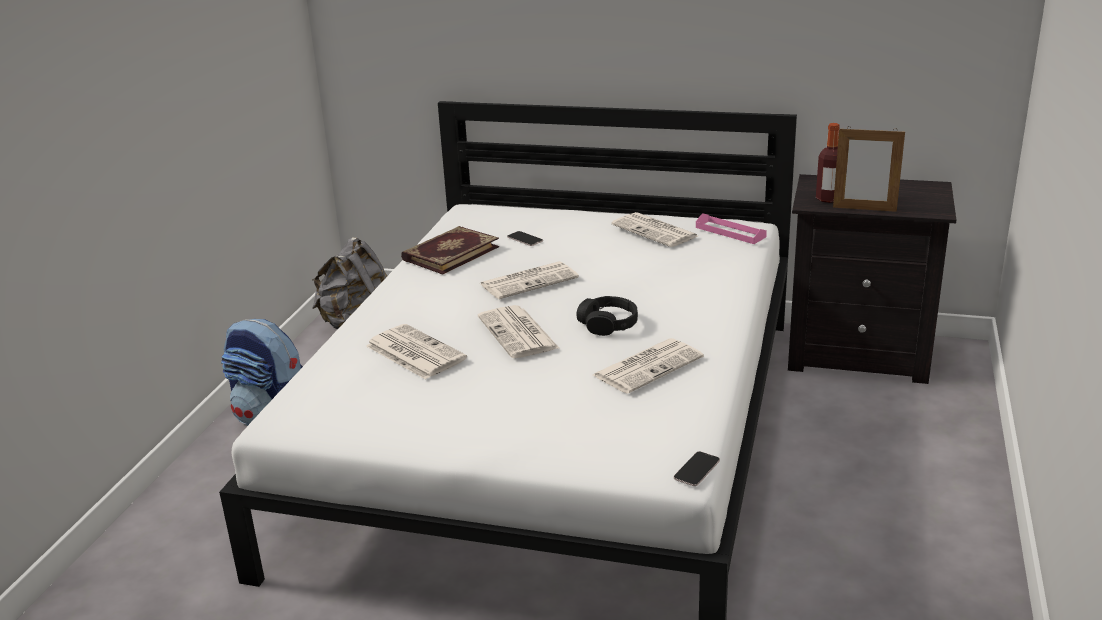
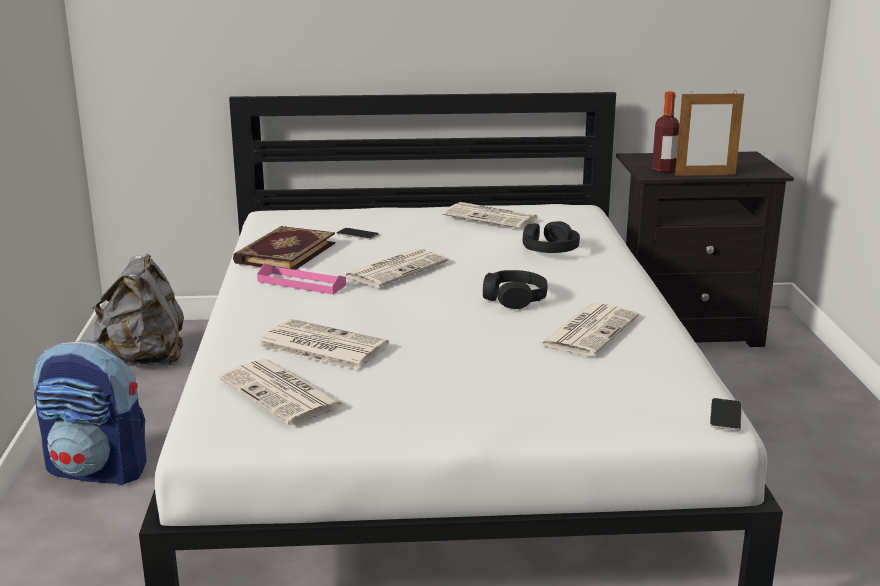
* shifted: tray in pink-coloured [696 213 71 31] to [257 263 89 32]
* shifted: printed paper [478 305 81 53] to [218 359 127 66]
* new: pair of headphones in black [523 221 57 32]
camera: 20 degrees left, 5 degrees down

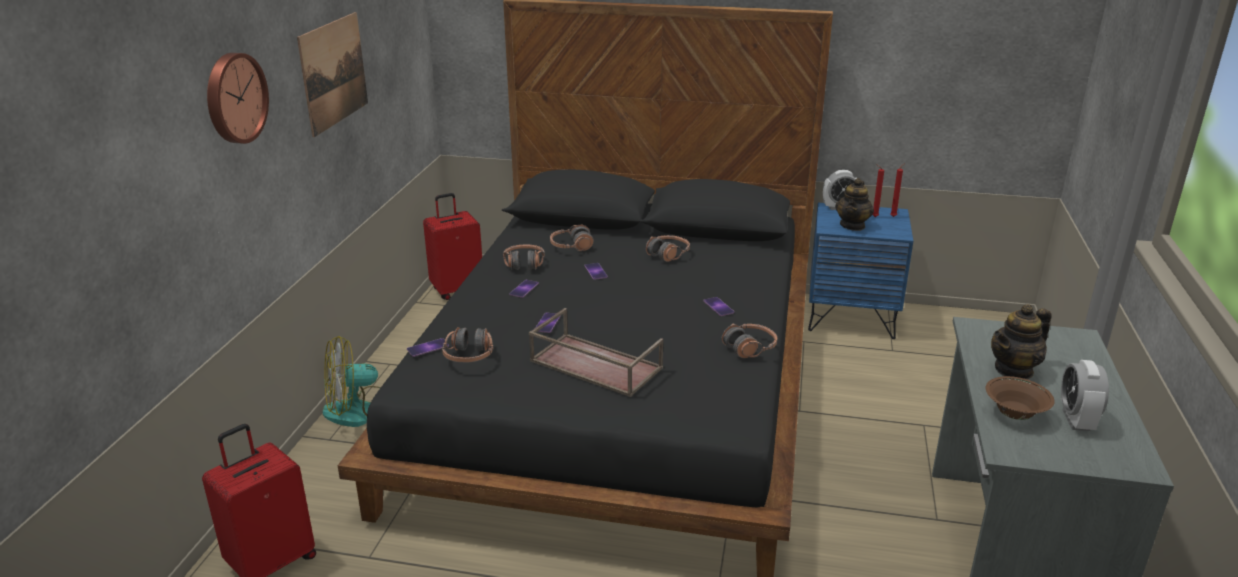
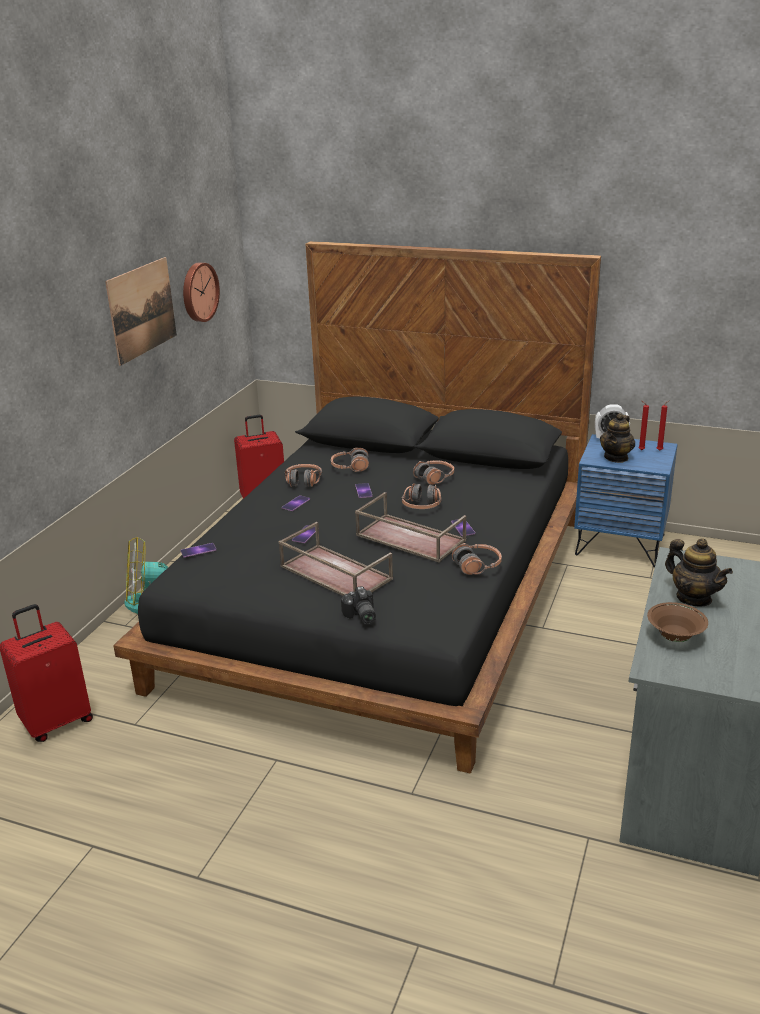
* shifted: clock on the wall [207 53 62 91] to [183 262 37 60]
* rotated: teapot [991 304 60 76] = [665 539 68 67] 105 degrees counterclockwise
* shifted: pair of headphones [441 327 53 35] to [401 483 41 26]
* gone: alarm clock [1061 360 48 71]
* new: tray in brown [355 492 112 70]
* new: photo camera [341 586 35 38]
camera: 10 degrees right, 0 degrees up

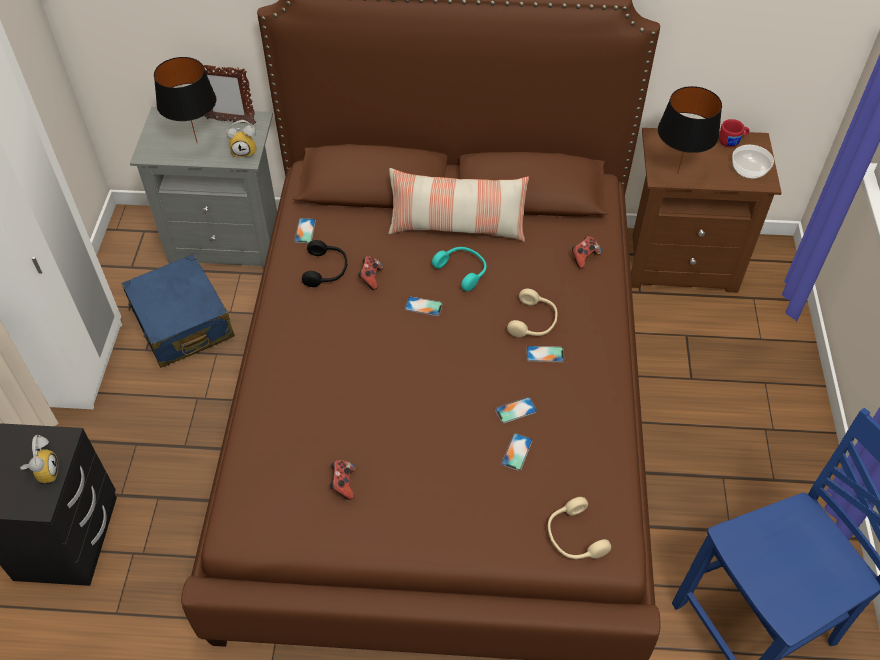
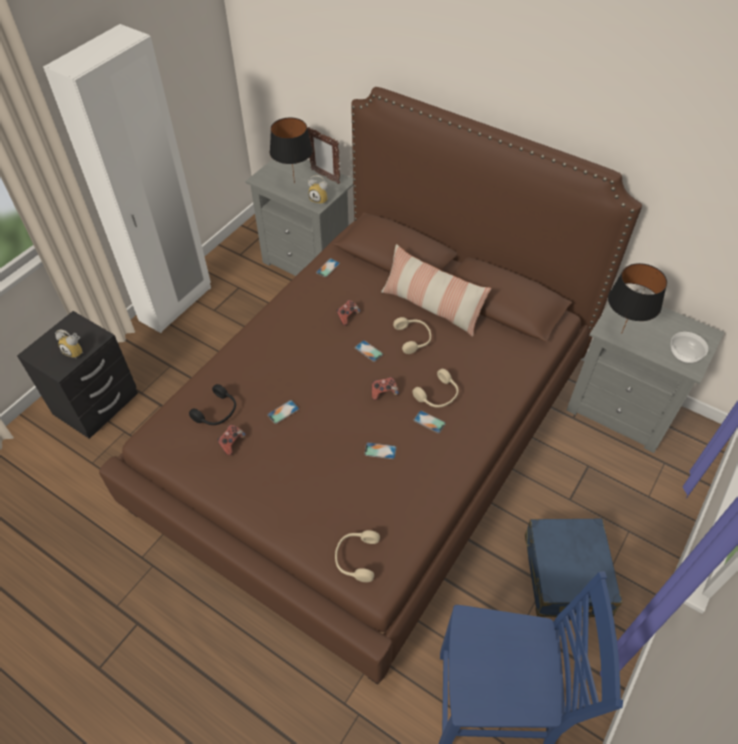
* gone: tea mug in reddish [719 119 31 28]
* repainted: night table in brown [631 128 151 165] to night table in greyish [566 304 158 149]
* shifted: joypad [572 236 30 33] to [372 377 27 23]
* shifted: pair of headphones in black [302 240 46 47] to [189 384 47 41]
* repainted: pair of headphones in blue-green [432 247 55 44] to pair of headphones in sand-coloured [393 317 38 37]
* shifted: travel case in blue [121 254 114 114] to [525 518 97 103]
* shifted: handset [501 433 32 38] to [267 400 32 24]
* rotated: alarm clock [20 435 38 48] = [55 330 29 28] 90 degrees clockwise
camera: 30 degrees right, 0 degrees up

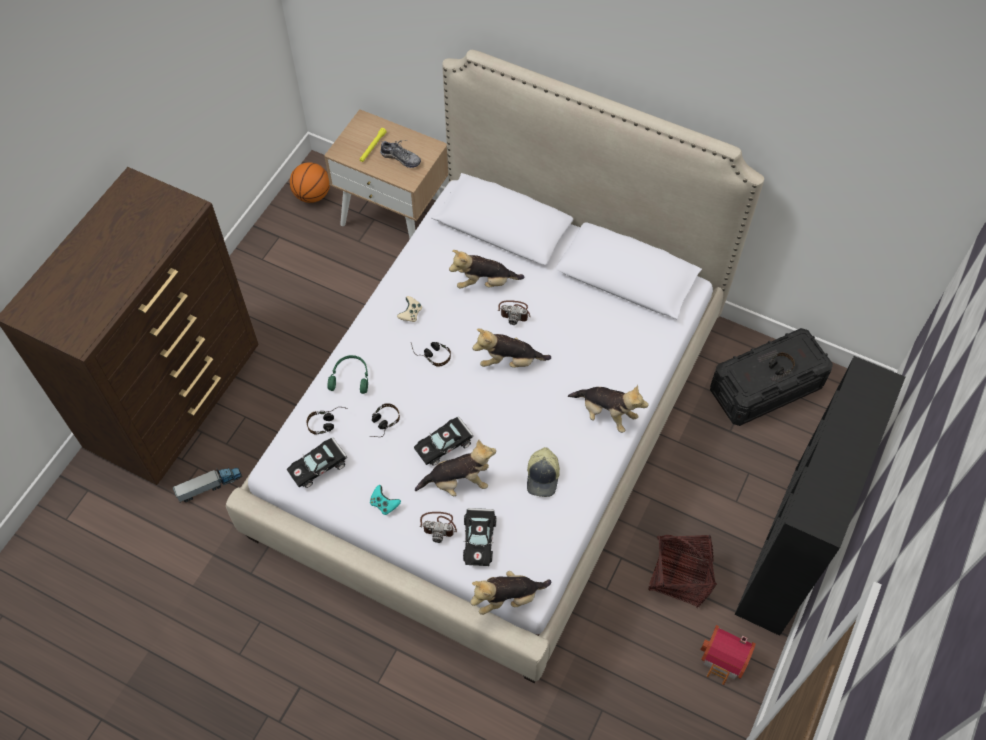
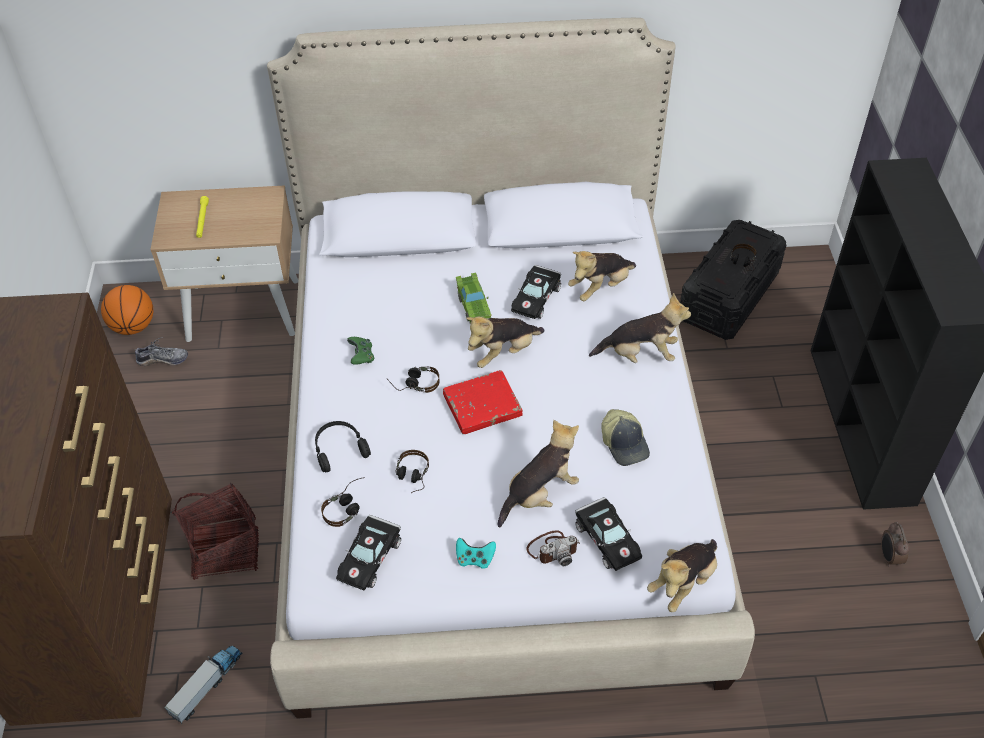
* shifted: item of footwear [380 140 41 28] to [135 337 53 29]
* shifted: cuddly toy [449 250 75 39] to [568 251 68 50]
* repainted: joypad in sand-coloured [397 296 25 26] to joypad in green [347 337 27 28]
* swapped: photo camera [498 300 33 25] to miniature car in green [456 273 36 51]
* repainted: pair of headphones in green [327 355 41 39] to pair of headphones in black [315 421 56 51]
* shifted: miniature car in black [414 416 59 50] to [511 265 50 54]
* shifted: household basket [648 535 69 73] to [172 483 87 97]
* swapped: toy house [700 625 56 60] to alarm clock [881 522 29 45]
* new: bound book in reddish [443 370 80 64]
camera: 30 degrees left, 10 degrees down

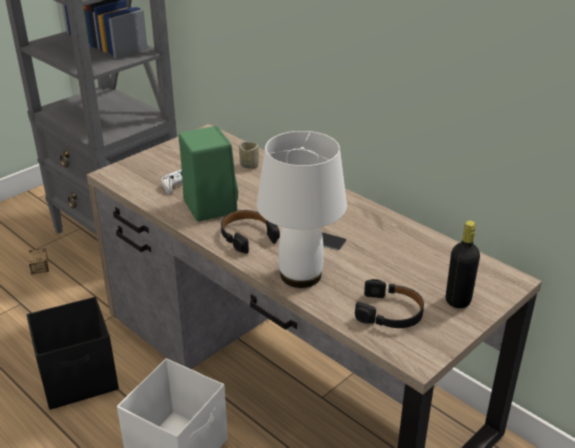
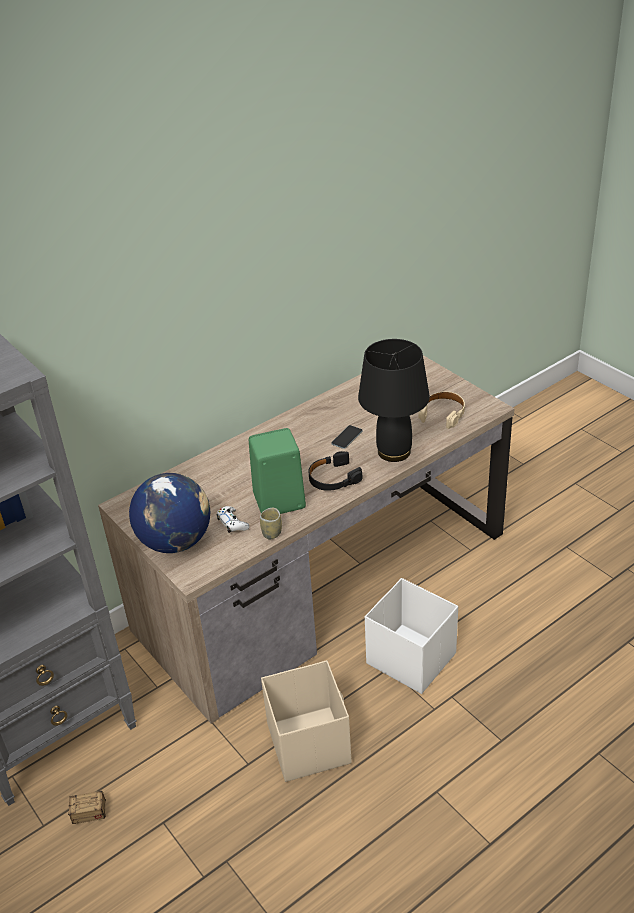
* repainted: tabletop lamp in whitish [257 131 90 157] to tabletop lamp in black [358 339 72 123]
* shifted: drinking cup [239 142 20 27] to [260 508 22 31]
* gone: beverage bottle in black [446 221 34 87]
* repainted: pair of headphones in black [355 279 69 49] to pair of headphones in sand-coloured [418 391 47 38]
* repainted: storage container in black [26 297 93 113] to storage container in sand-coloured [261 660 91 122]
* new: world globe [129 473 81 80]
camera: 80 degrees left, 5 degrees up

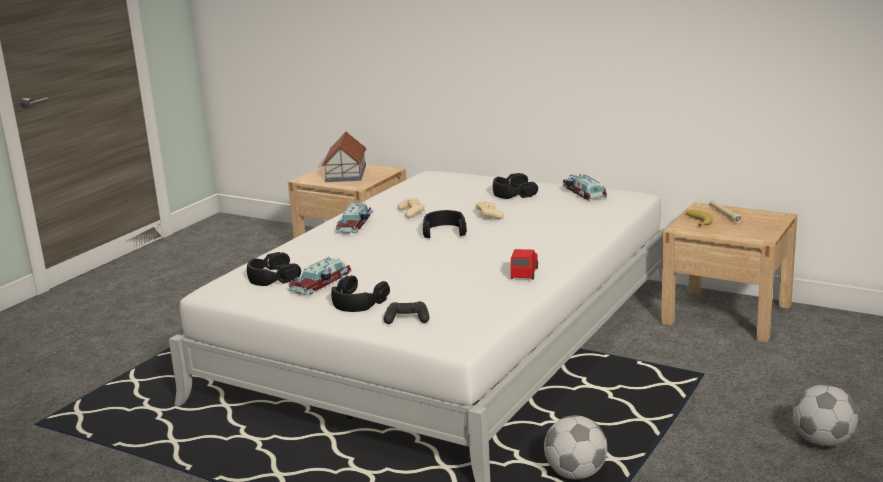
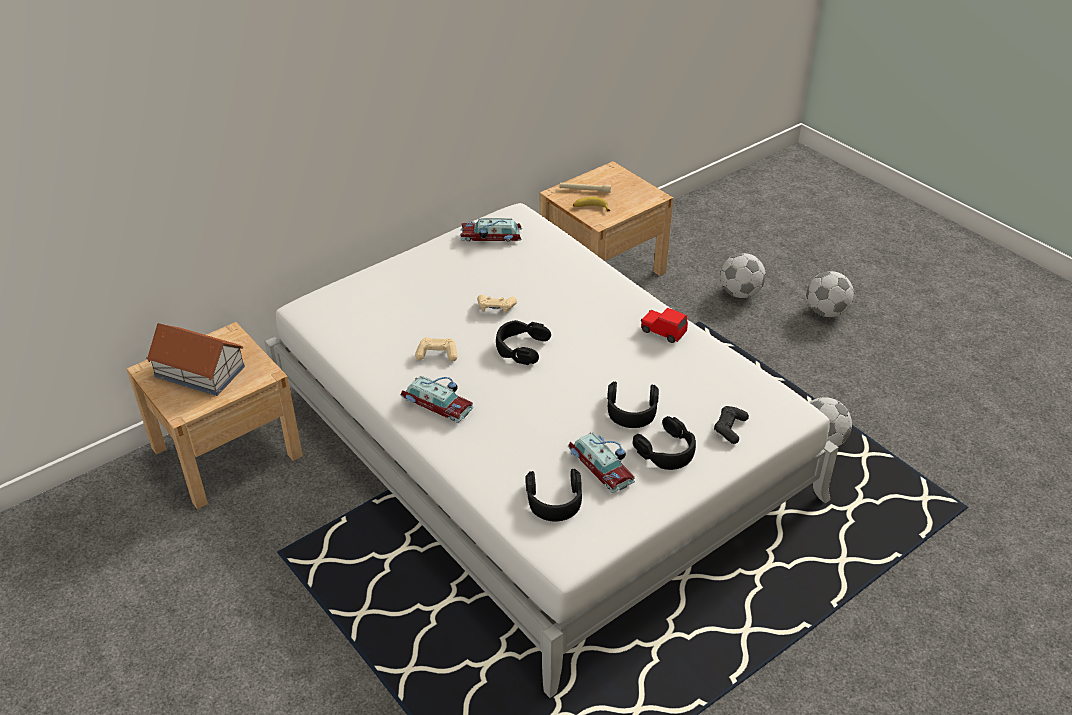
* shifted: pair of headphones in black [493 173 45 26] to [607 382 52 46]
* new: ball for football [720 253 46 45]
camera: 70 degrees left, 20 degrees up

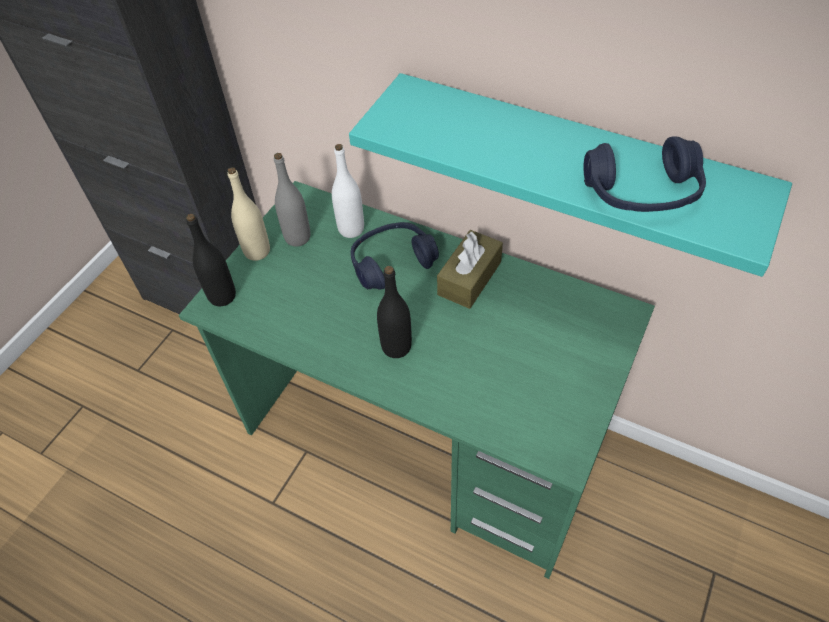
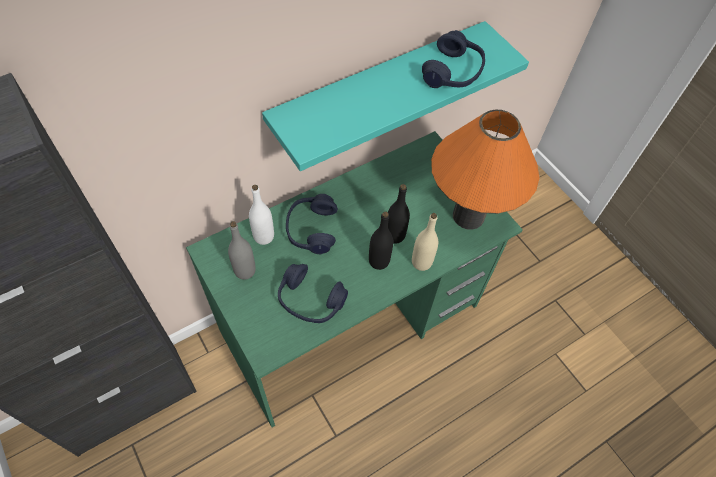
* shifted: beverage bottle in sand-coloured [228 167 42 94] to [412 213 26 58]
* shifted: beverage bottle in black [186 214 50 92] to [388 184 22 60]
* gone: tissue box in brown [437 230 66 79]
* new: tabletop lamp in orange [431 110 108 120]
* new: pair of headphones in blue [278 264 70 59]
camera: 65 degrees left, 5 degrees up

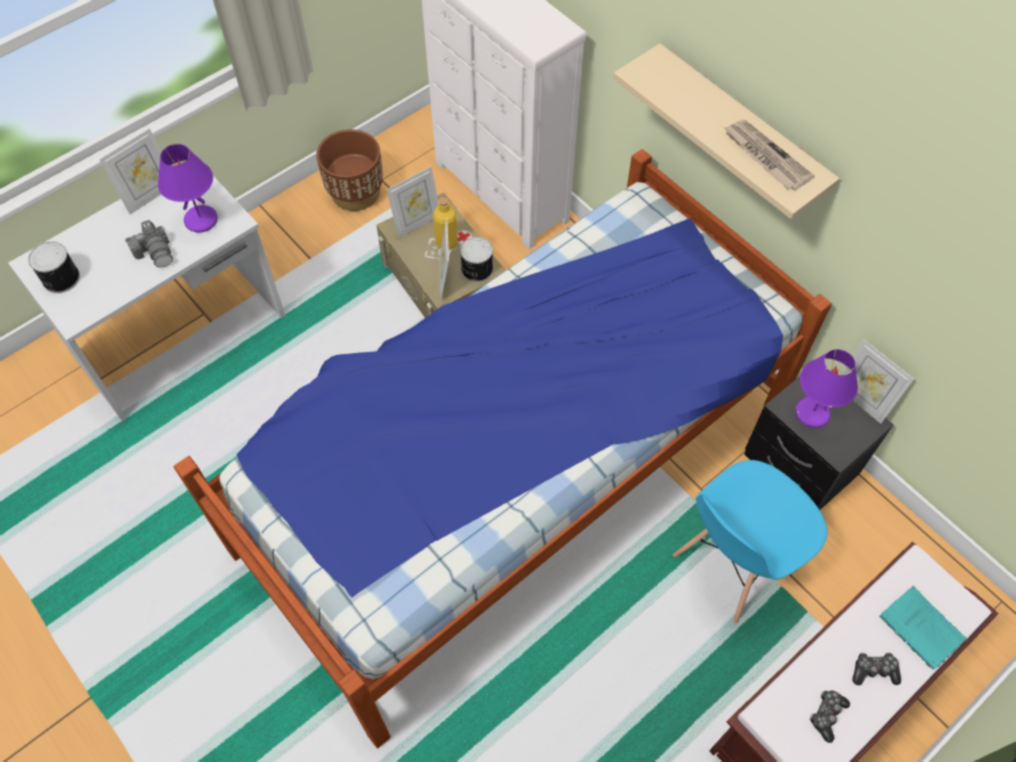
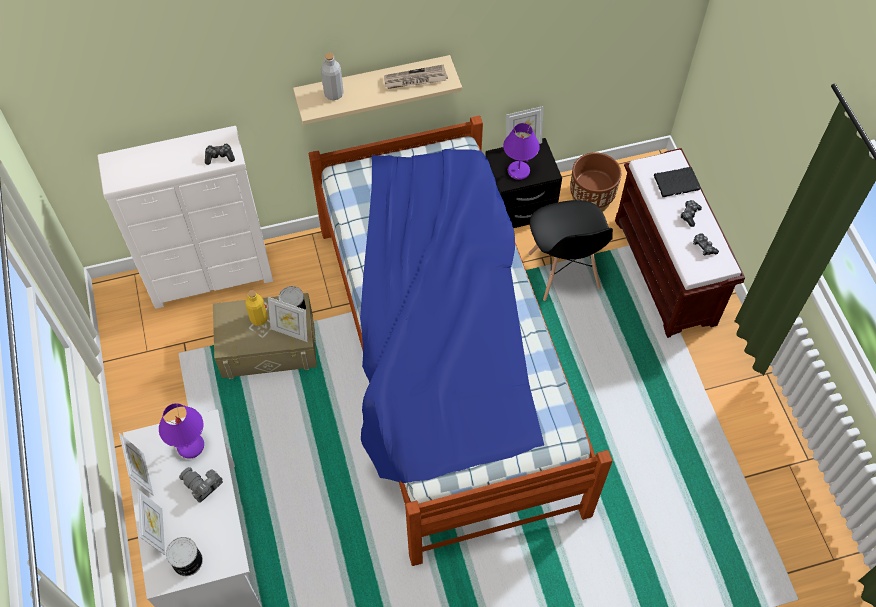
* shifted: flower pot in brown [316 129 67 82] to [570 152 51 60]
* shifted: picture frame [387 167 51 71] to [138 489 27 66]
* rotated: photo camera [125 220 48 48] = [179 467 44 36] 135 degrees counterclockwise
* repainted: plain chair in blue [673 460 154 163] to plain chair in black [528 200 85 101]
* repainted: bound book in blue-green [879 586 88 84] to bound book in black [654 166 47 31]
* new: beverage bottle in greyish [321 53 23 47]
* new: joypad [205 143 30 22]
camera: 65 degrees left, 0 degrees up

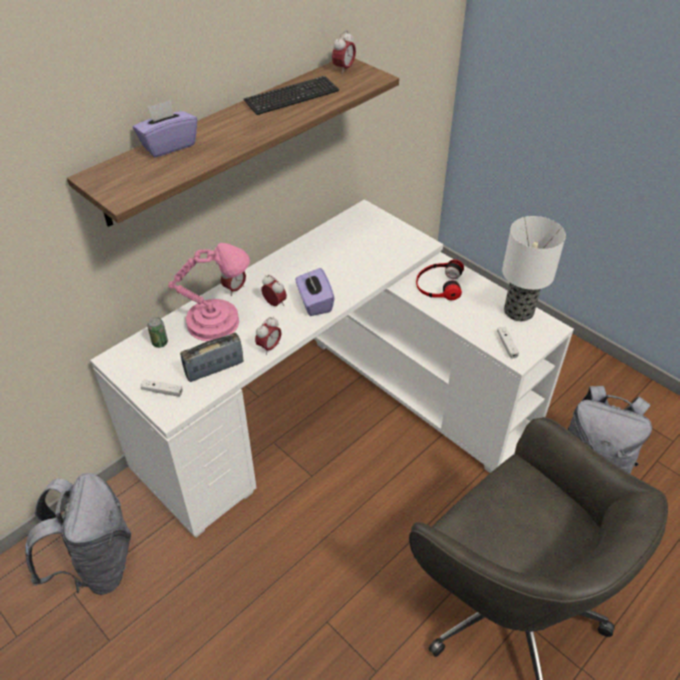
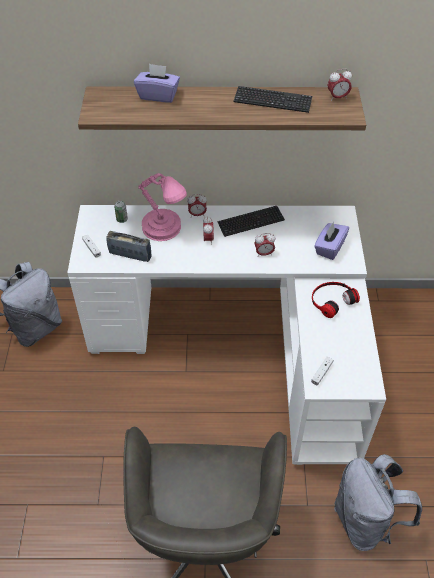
* gone: tabletop lamp [502 216 64 105]
* shifted: tissue box in purplish [295 268 40 48] to [314 222 35 38]
* shifted: alarm clock [255 317 27 38] to [254 233 21 24]
* new: keyboard [217 206 68 31]
camera: 45 degrees right, 5 degrees up

